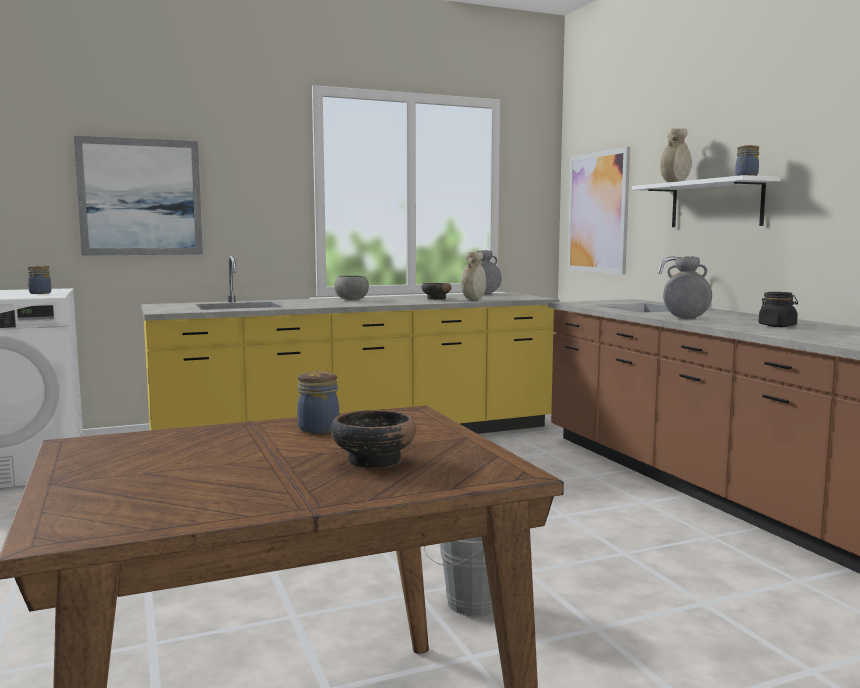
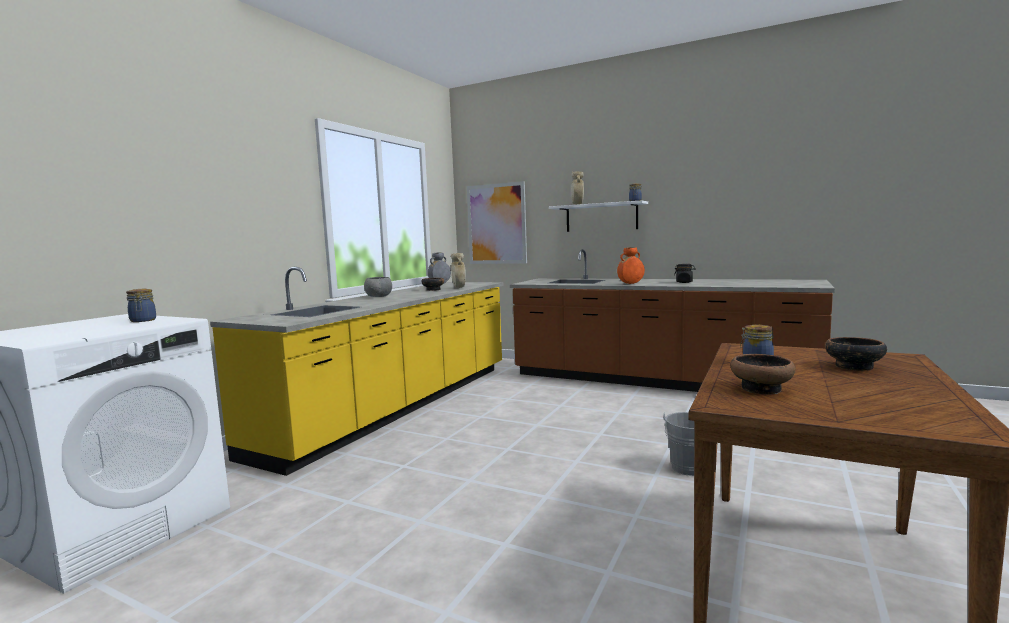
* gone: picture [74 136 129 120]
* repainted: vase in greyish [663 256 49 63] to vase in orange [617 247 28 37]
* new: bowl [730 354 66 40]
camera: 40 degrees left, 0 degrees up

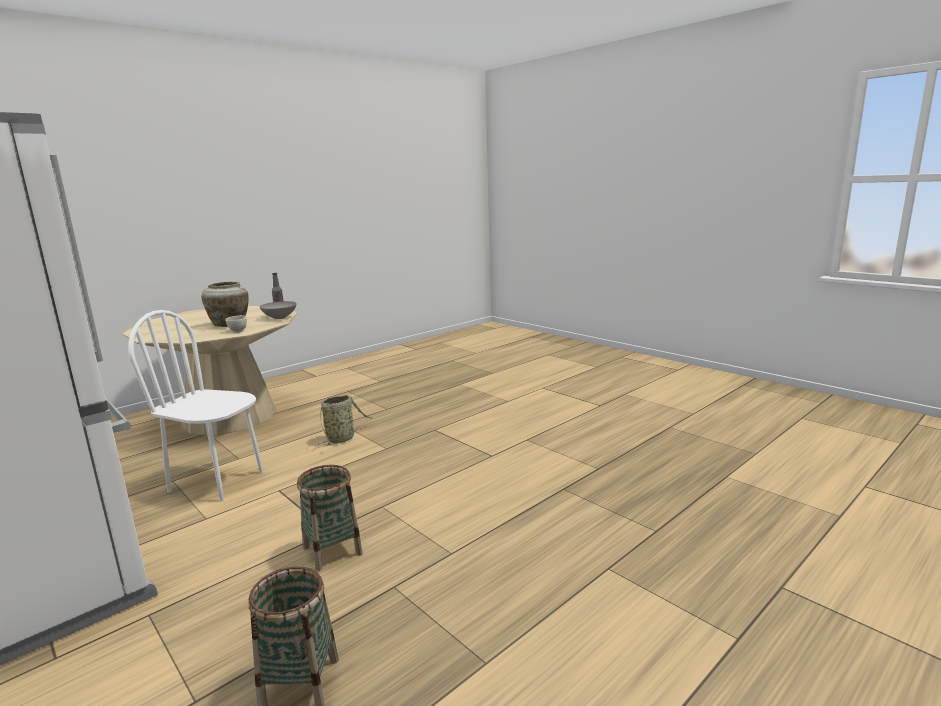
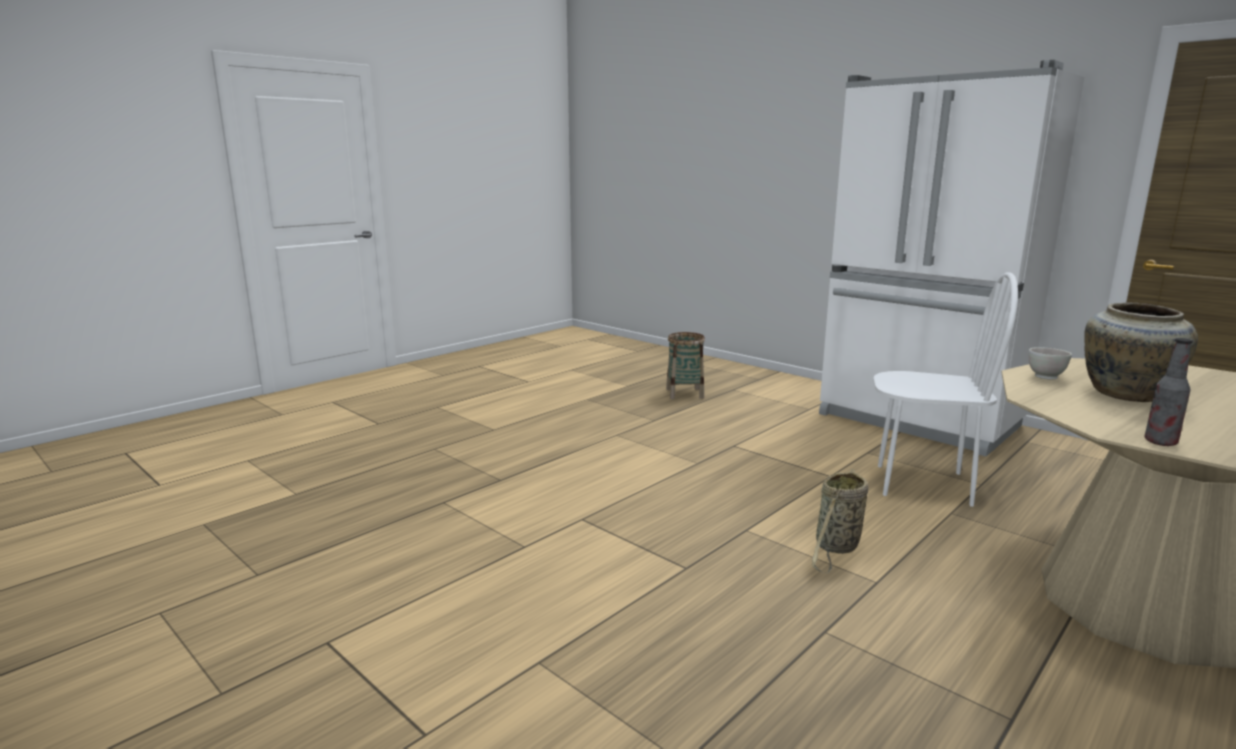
* gone: bowl in greyish [259 301 38 18]
* gone: household basket [297 465 65 106]
camera: 175 degrees right, 0 degrees up

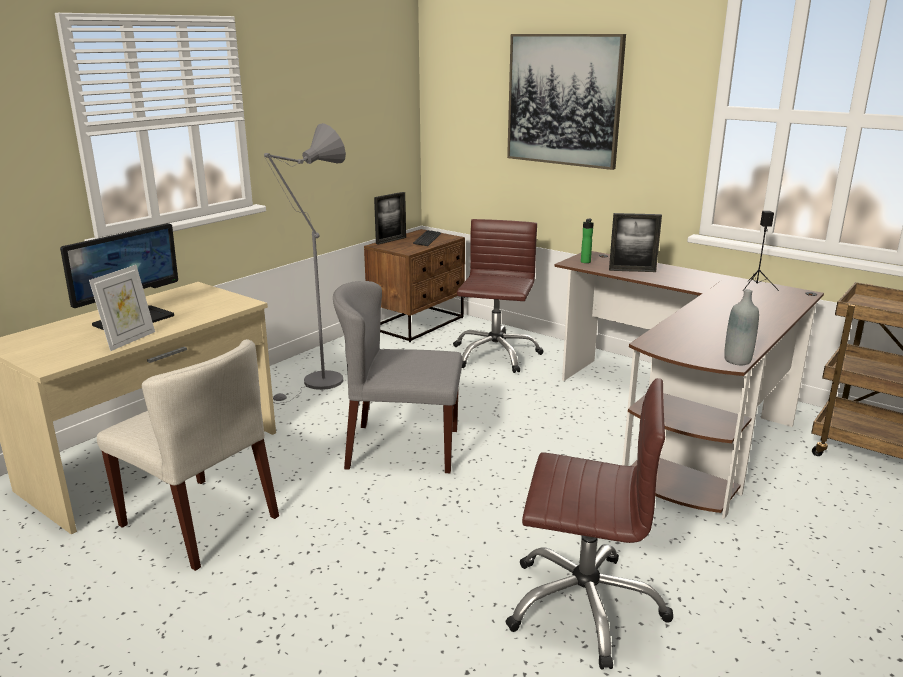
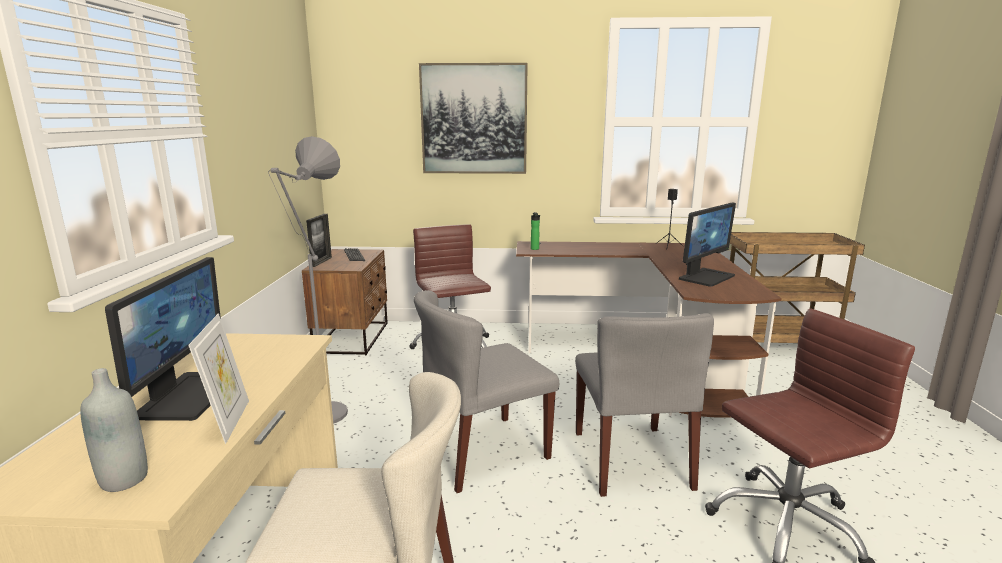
* gone: picture frame [609 213 53 59]
* shifted: beverage bottle in greyish [724 289 35 76] to [80 368 68 124]
* new: computer display [679 202 57 85]
* new: plain chair in greyish [575 313 139 184]
camera: 35 degrees left, 5 degrees down

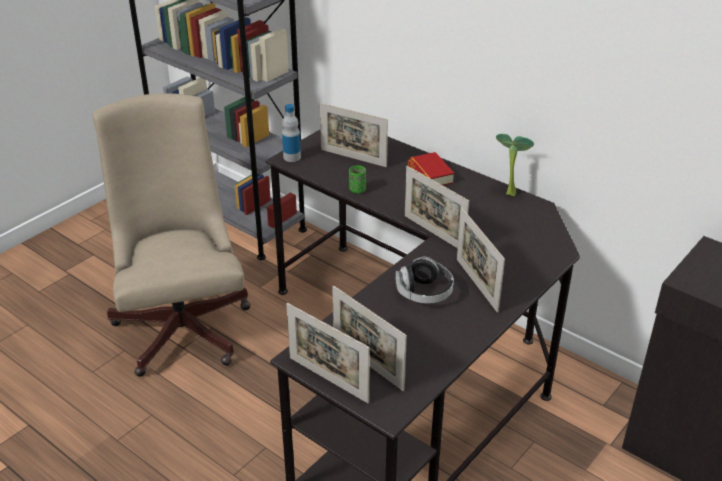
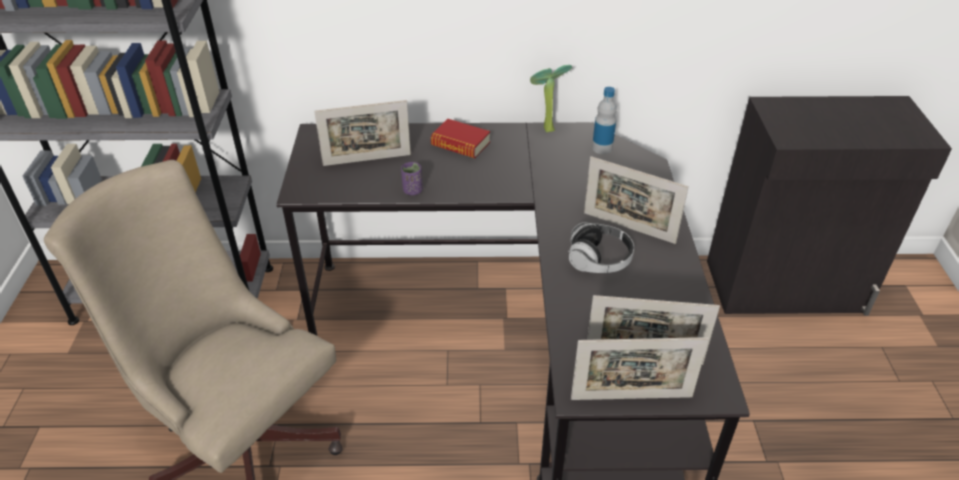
* shifted: beverage bottle [282 104 19 58] to [592 87 25 67]
* repainted: drinking cup in green [349 165 17 29] to drinking cup in purplish [401 162 22 33]
* gone: picture frame [405 166 64 82]
camera: 40 degrees left, 5 degrees up

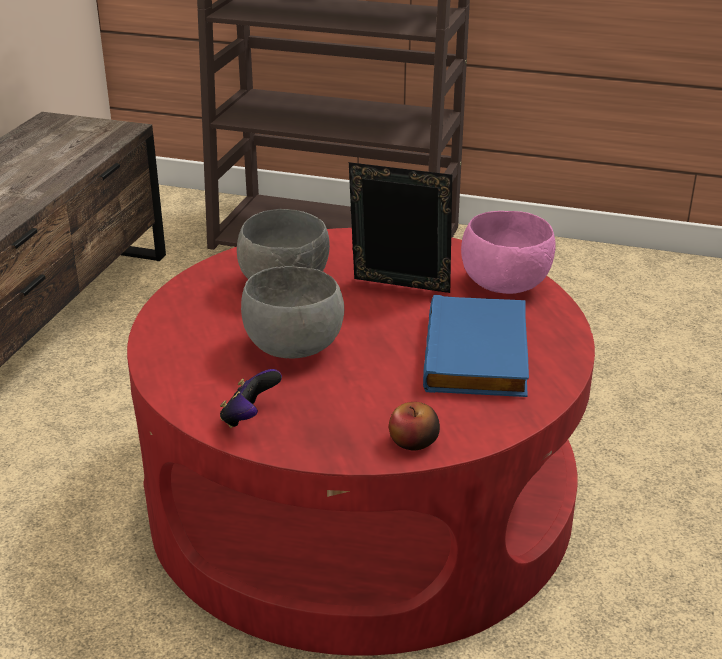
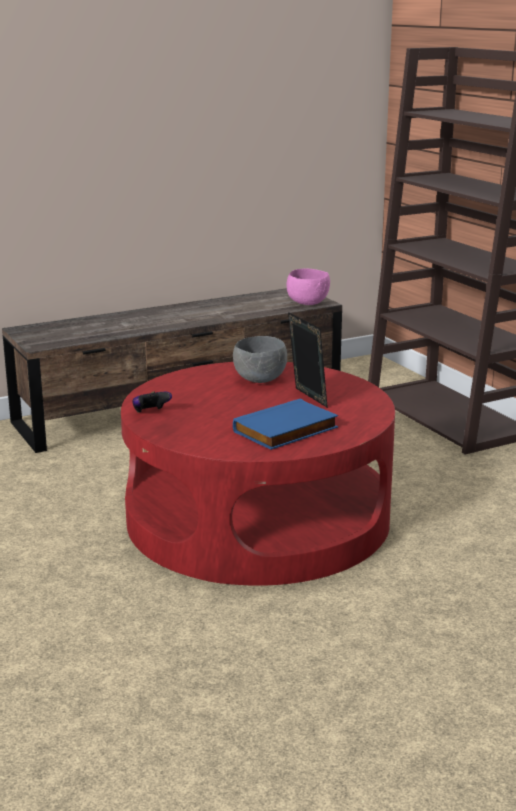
* shifted: bowl in pink-coloured [461 211 95 83] to [287 268 43 37]
* gone: bowl in greyish [241 266 103 93]
* gone: apple [389 402 51 49]
camera: 45 degrees right, 10 degrees down

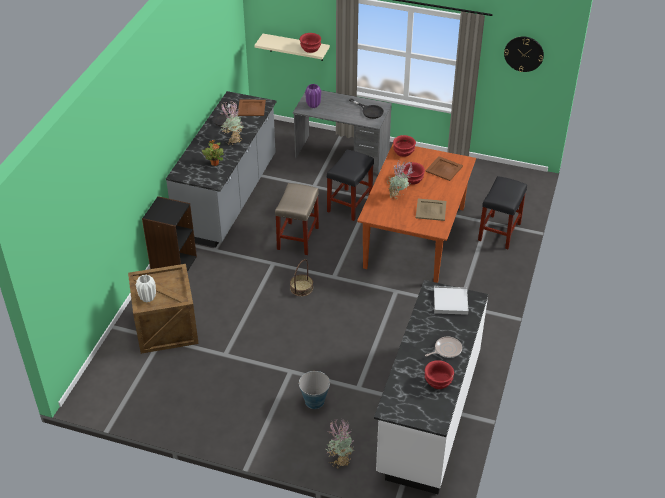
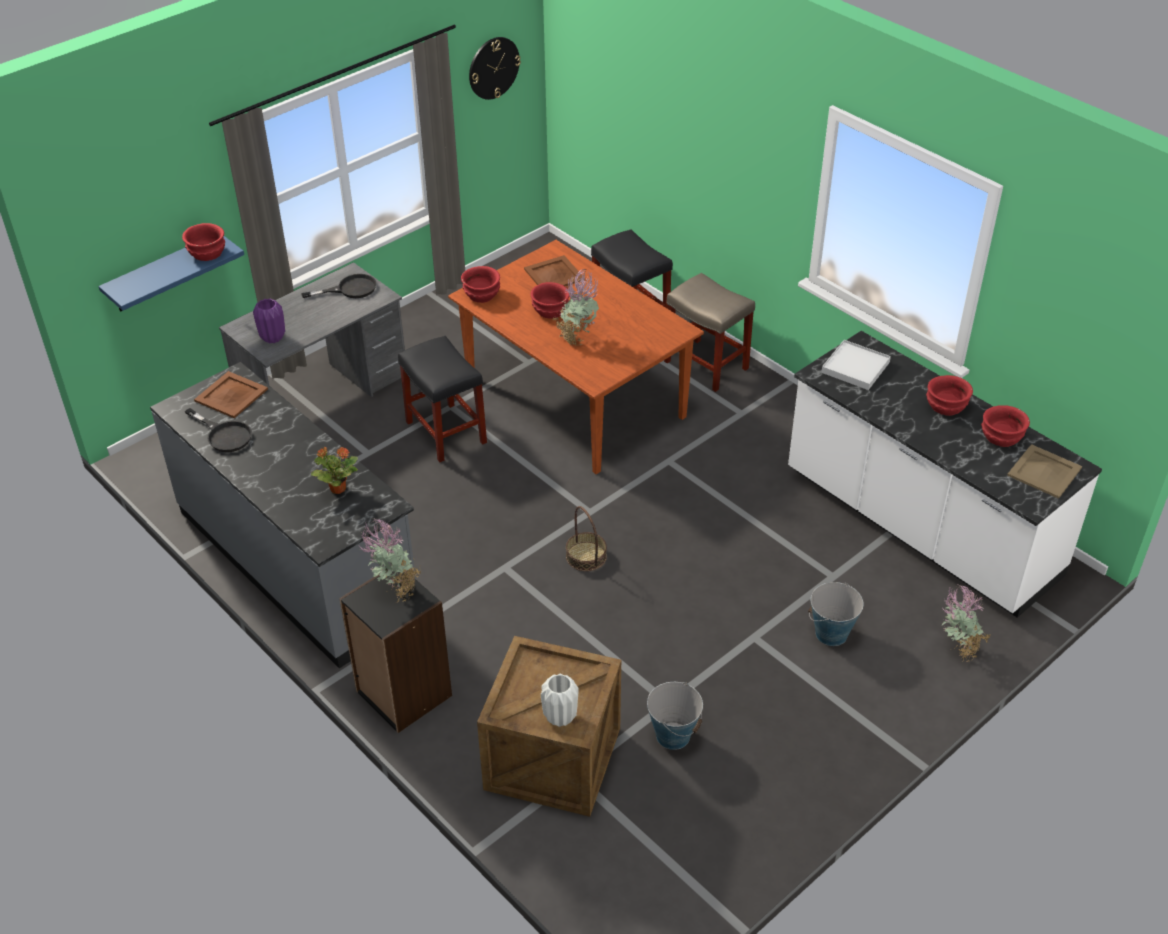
* repainted: shelf in sand-coloured [254 34 76 27] to shelf in blue [98 236 146 76]
* shifted: plant in a pot [221 101 22 44] to [360 519 61 84]
* shifted: sitting stool in sand-coloured [275 183 44 72] to [664 273 91 119]
* shifted: tray in sand-coloured [416 199 30 22] to [1007 444 75 55]
* swapped: skillet [425 337 37 21] to bowl in reddish [926 375 47 41]
* new: bucket [647 682 56 68]
camera: 60 degrees left, 0 degrees up

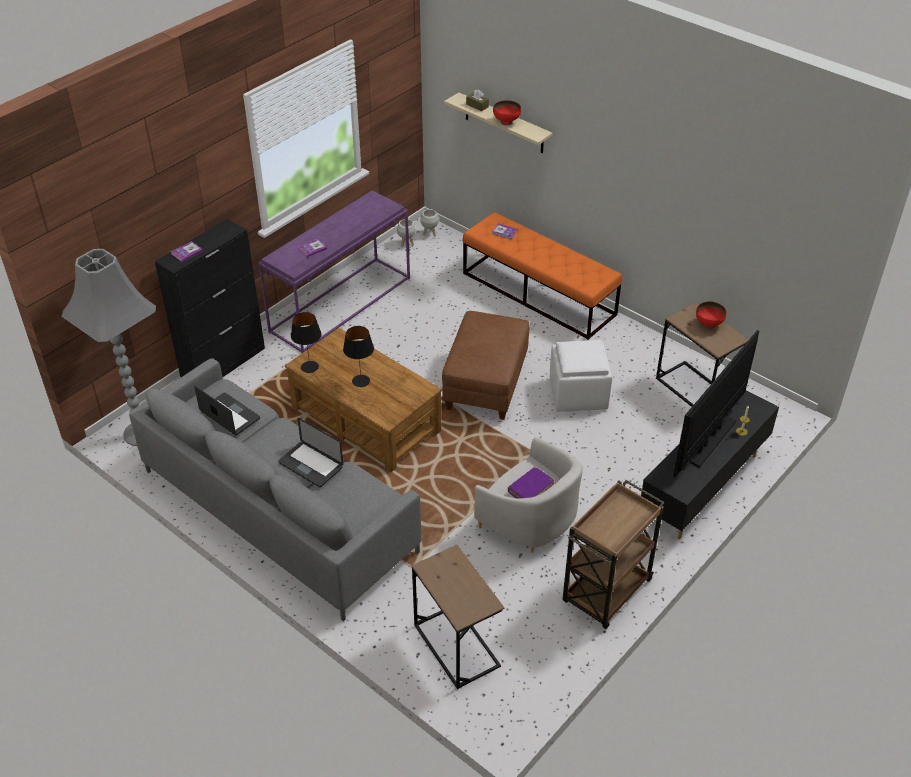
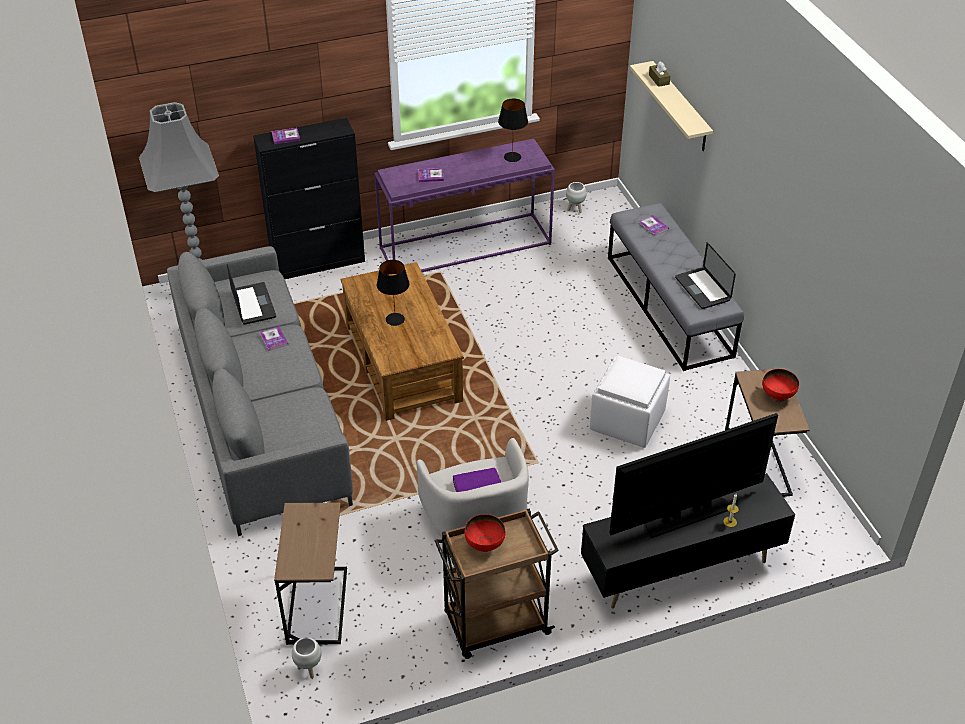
* shifted: bowl in reddish [493 100 28 25] to [464 514 42 38]
* shifted: flower pot in whitish [420 209 19 28] to [292 637 29 42]
* repainted: indoor bench in orange [463 212 159 128] to indoor bench in greyish [608 203 136 168]
* gone: pouffe in brown [442 311 88 109]
* shifted: tabletop lamp in black [291 312 30 61] to [498 99 30 63]
* shifted: laptop [278 418 65 69] to [675 242 61 67]
* new: bound book [260 327 28 24]
camera: 30 degrees right, 0 degrees up

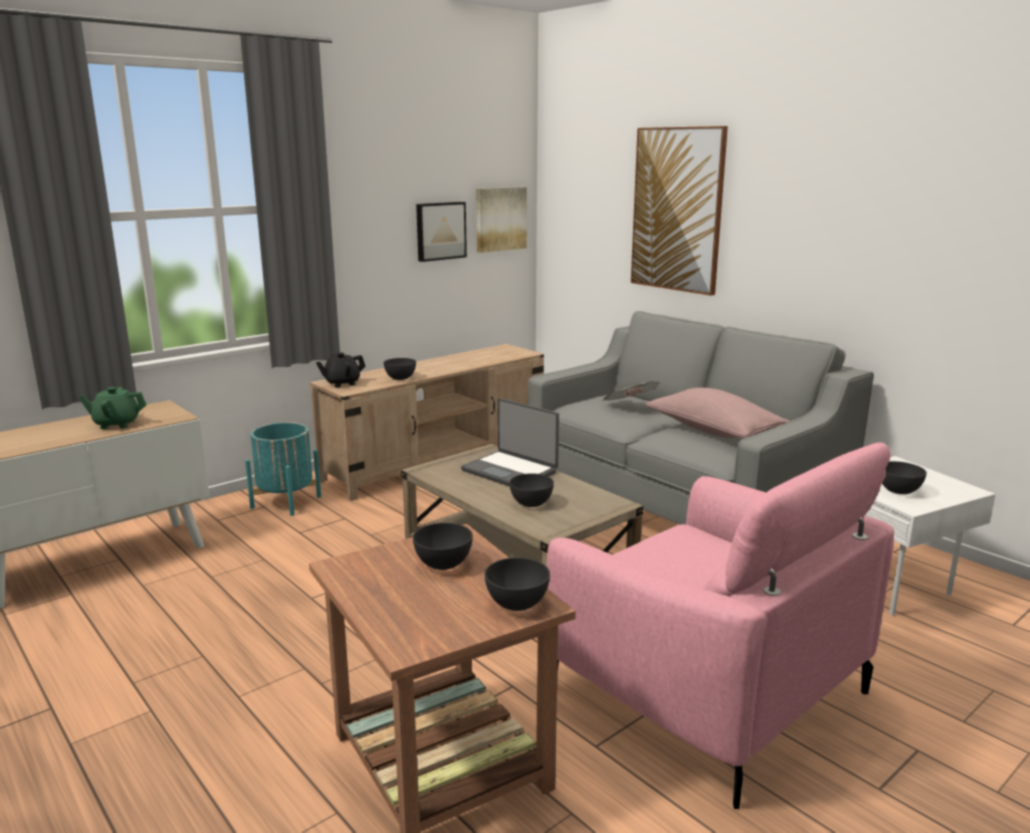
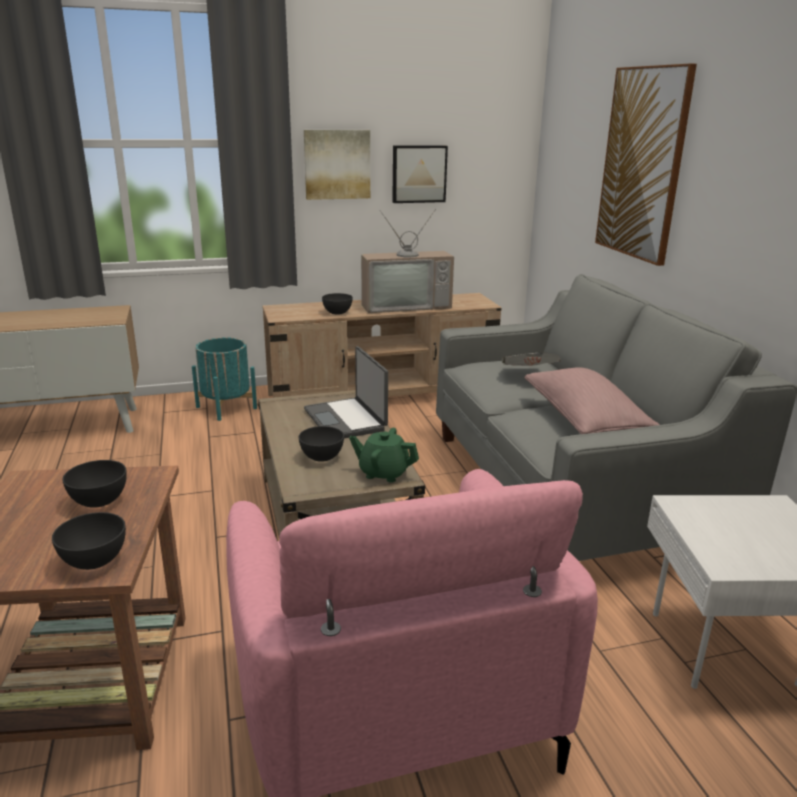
* shifted: picture [476 187 51 66] to [304 130 66 70]
* gone: teapot in black [316 353 50 34]
* shifted: teapot in green [79 387 68 42] to [349 428 70 55]
* gone: bowl in greyish [882 461 45 33]
* new: television [361 209 93 104]
camera: 25 degrees right, 5 degrees up

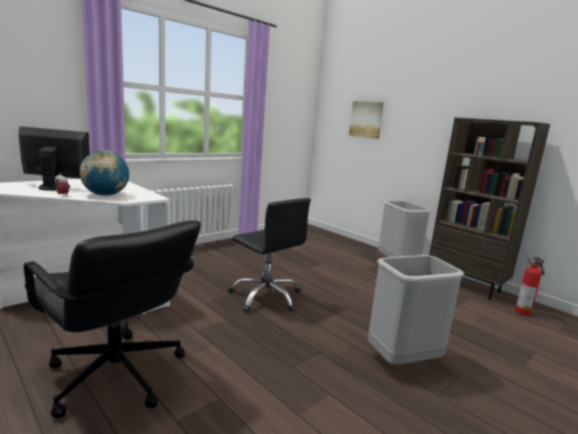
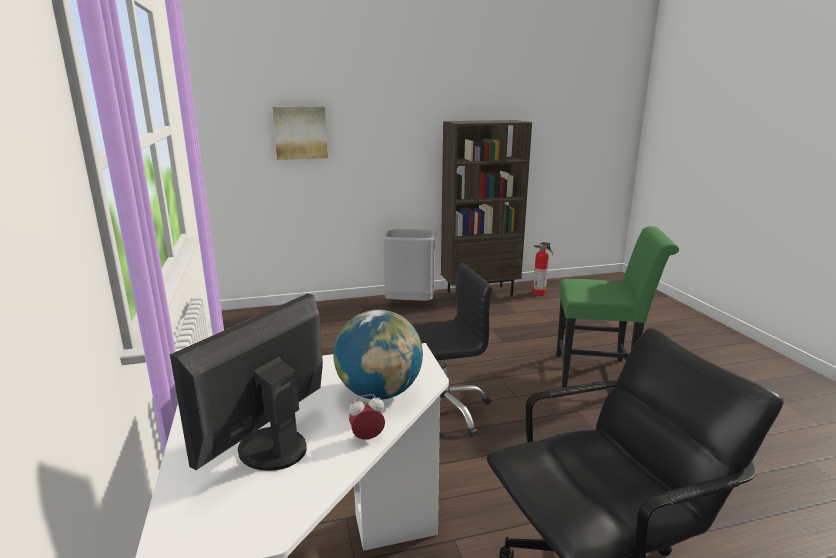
* swapped: trash can in greyish [368 255 96 109] to plain chair in green [556 226 123 161]
camera: 60 degrees left, 5 degrees up

